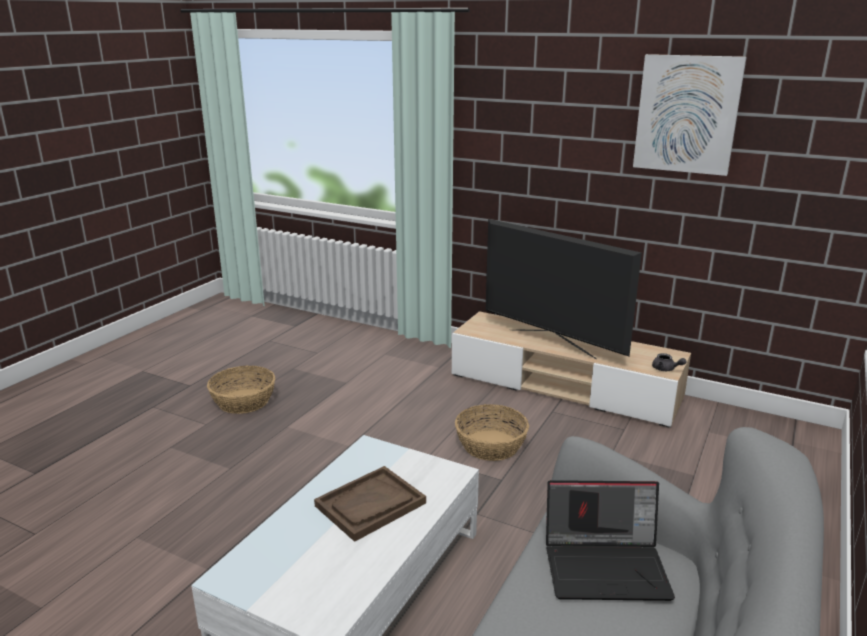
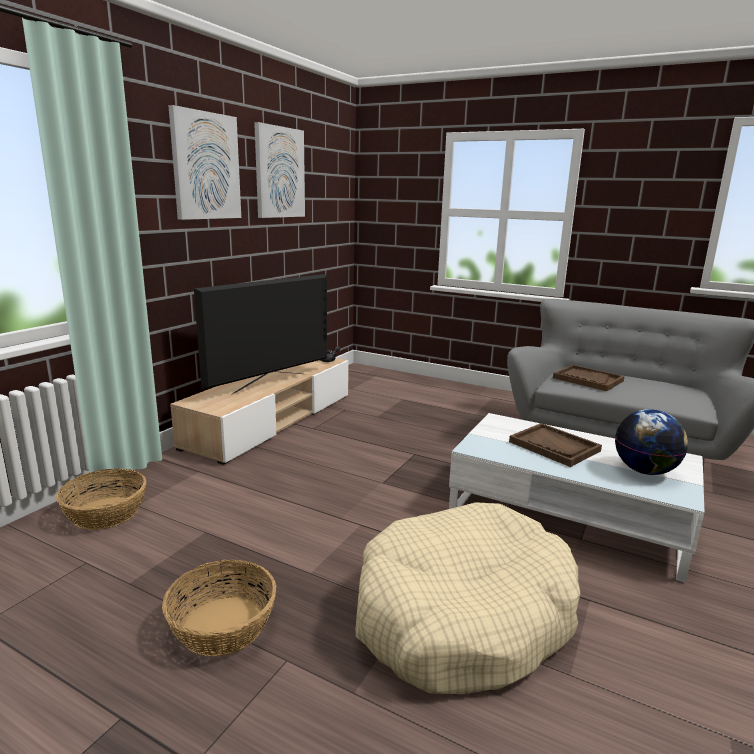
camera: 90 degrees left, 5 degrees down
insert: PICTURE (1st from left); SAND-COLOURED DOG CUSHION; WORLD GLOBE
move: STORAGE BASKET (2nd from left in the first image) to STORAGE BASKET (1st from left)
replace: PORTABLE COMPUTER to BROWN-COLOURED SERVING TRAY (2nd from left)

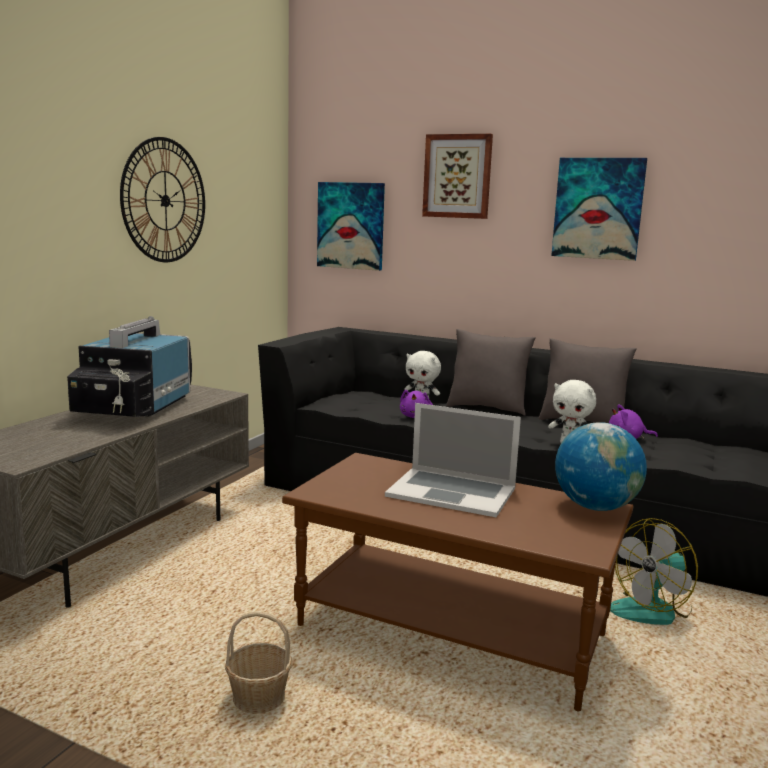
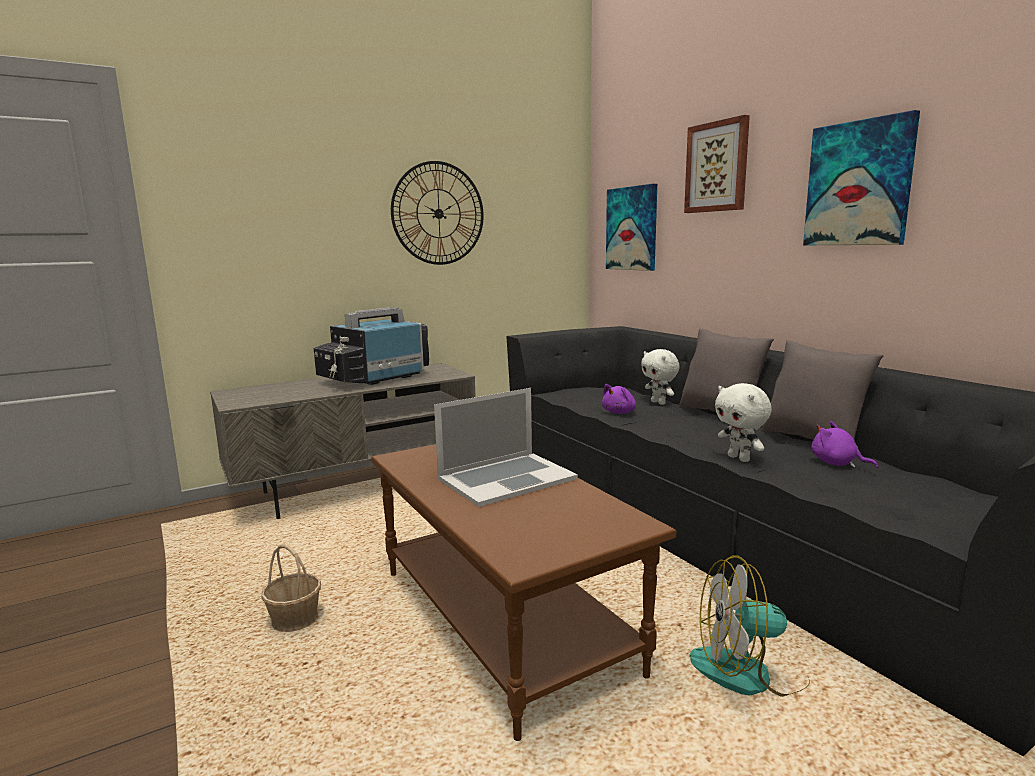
camera: 35 degrees right, 0 degrees up
delete: WORLD GLOBE
rotate: PORTABLE COMPUTER 90 degrees counterclockwise

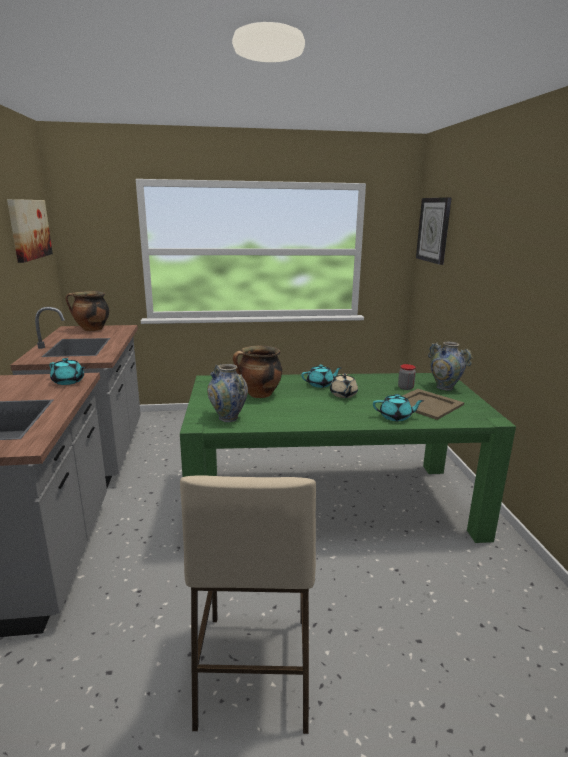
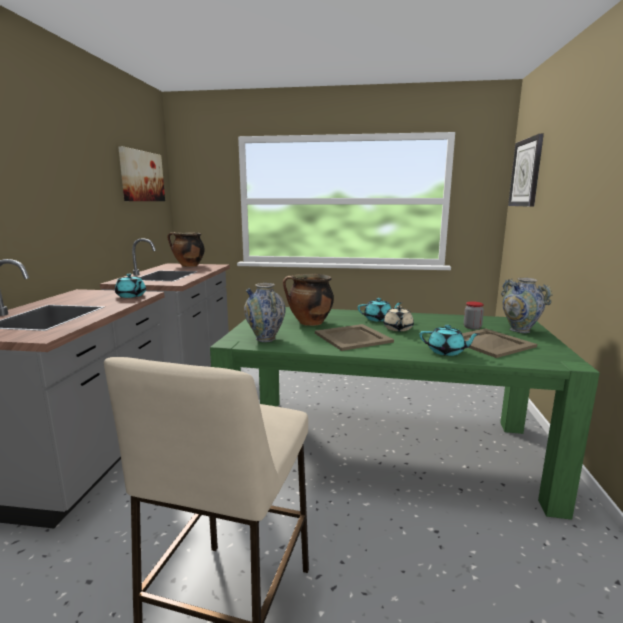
camera: 15 degrees right, 5 degrees down
insert: SAND-COLOURED SERVING TRAY (1st from left)

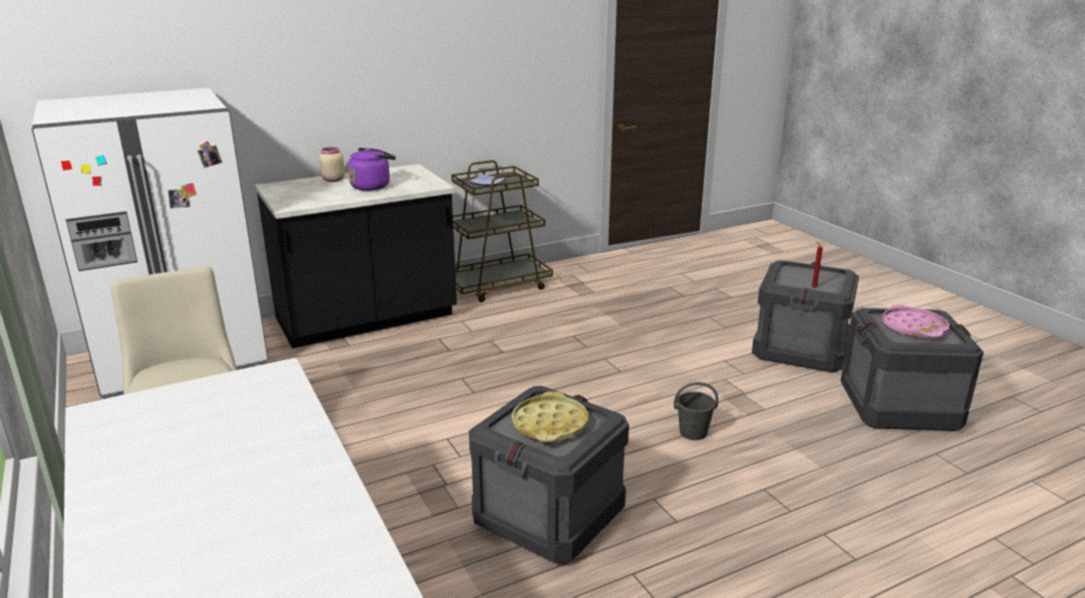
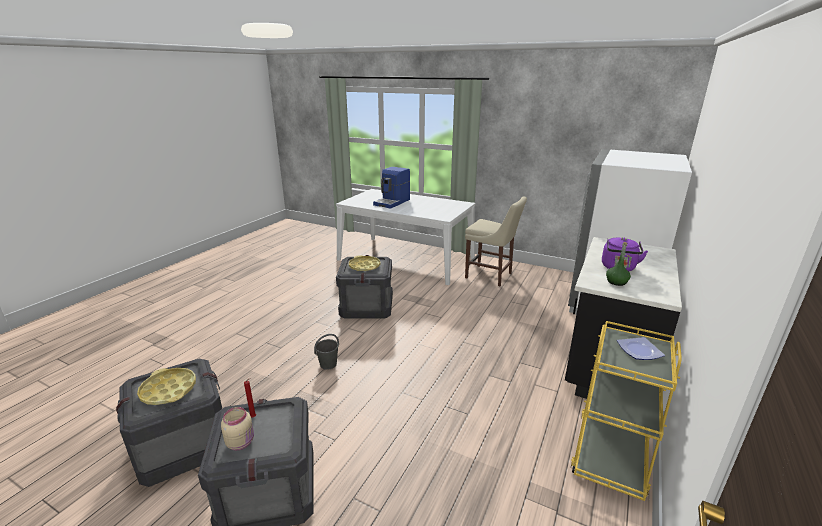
camera: 145 degrees right, 0 degrees up
insert: COFFEE MAKER; GREENISH BOTTLE
move: SAND-COLOURED STORAGE JAR
recolor: BROWN-COLOURED CART to YELLOWISH CART; PINK SERVING TRAY to YELLOWISH SERVING TRAY (1st from left)

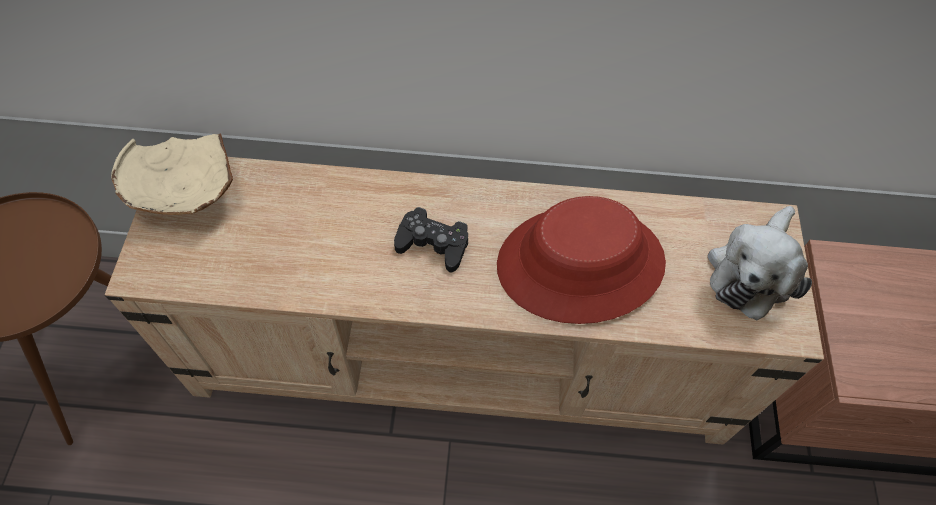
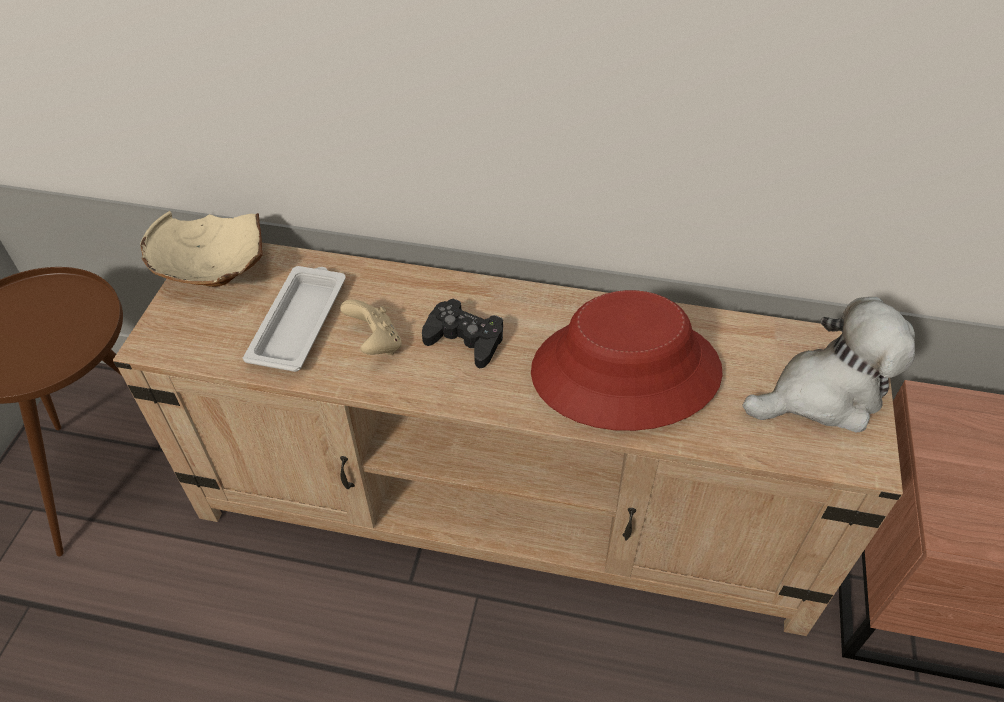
camera: 10 degrees right, 10 degrees down
insert: WHITISH SERVING TRAY; SAND-COLOURED GAMEPAD
rotate: CUDDLY TOY 150 degrees counterclockwise

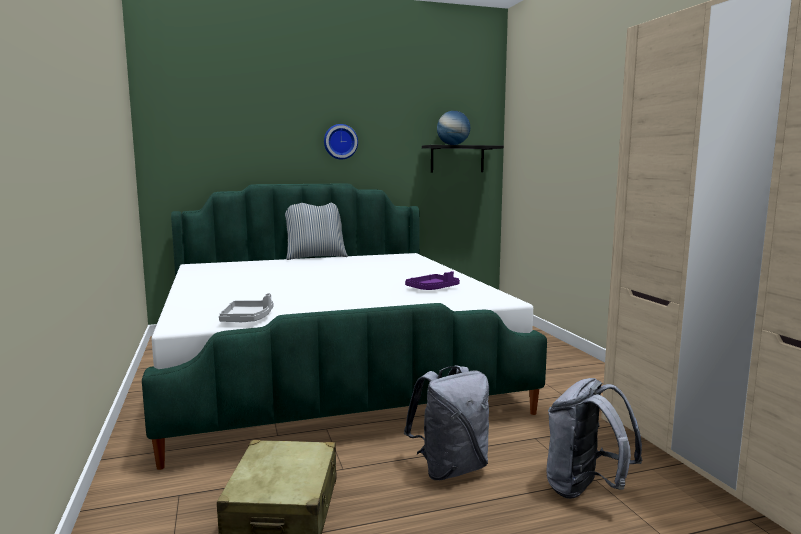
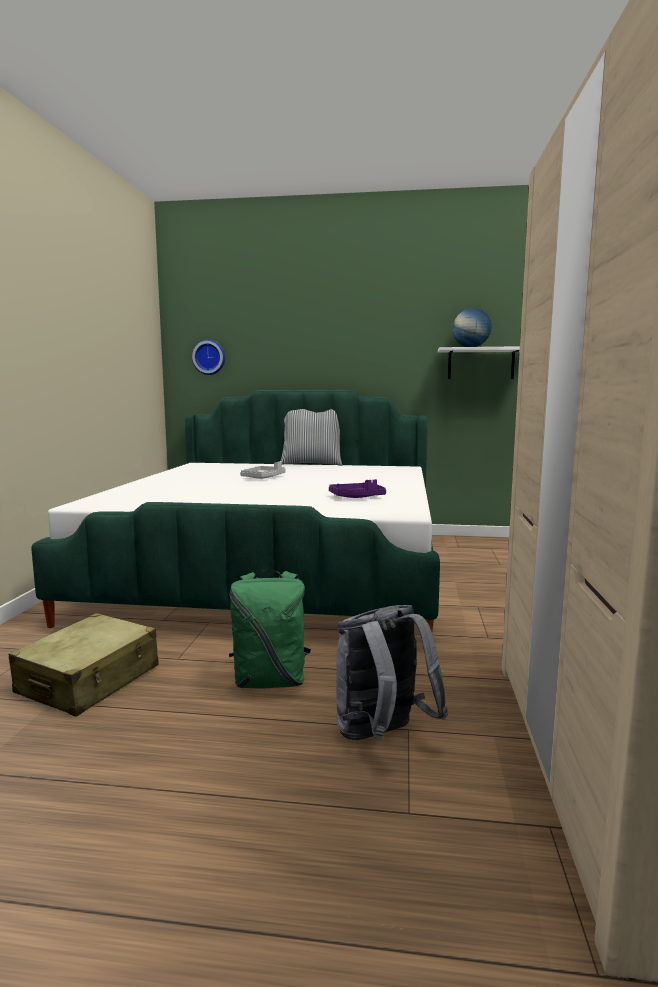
camera: 25 degrees right, 0 degrees up
move: GREY SERVING TRAY; HANGING CLOCK
recolor: GREY KNAPSACK (1st from left) to GREENISH KNAPSACK; BLACKISH WALL SHELF to WHITISH WALL SHELF

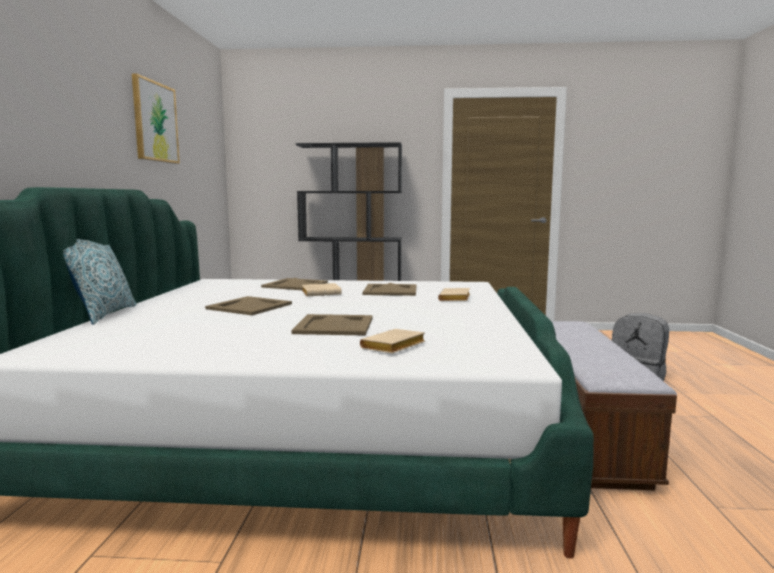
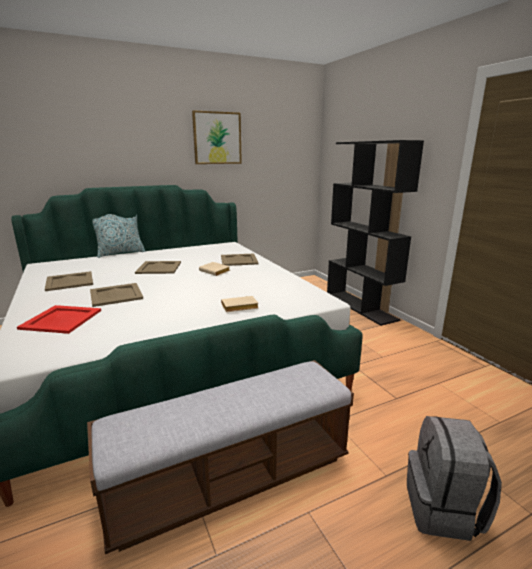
camera: 60 degrees right, 10 degrees up
move: SAND-COLOURED SERVING TRAY (4th from left in the first image) to SAND-COLOURED SERVING TRAY (1st from left)
replace: SAND-COLOURED BOUND BOOK (2nd from left) to RED-COLOURED SERVING TRAY

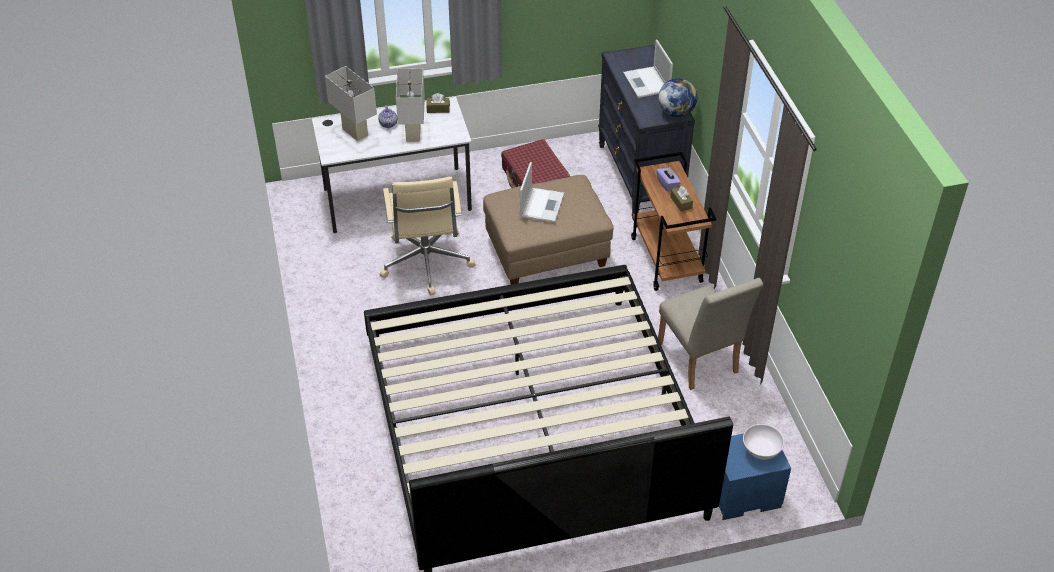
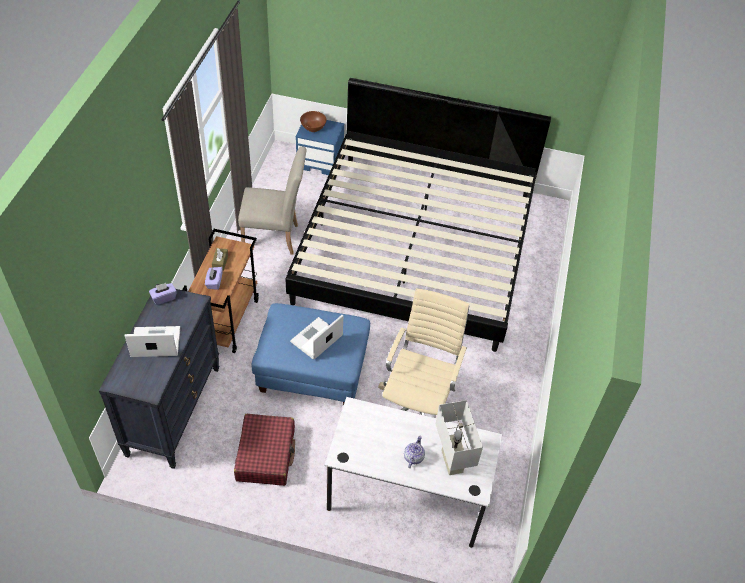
camera: 155 degrees left, 5 degrees up
delete: WHITISH TABLETOP LAMP (2nd from left); BROWN-COLOURED BOX OF TISSUES (1st from left)
replace: WORLD GLOBE to PURPLE BOX OF TISSUES (1st from left)
recolor: SAND-COLOURED FOOTREST to BLUISH FOOTREST; WHITISH BOWL to BROWN-COLOURED BOWL
rotate: PORTABLE COMPUTER (2nd from left in the first image) 105 degrees counterclockwise; SAND-COLOURED UPRIGHT CHAIR 90 degrees clockwise

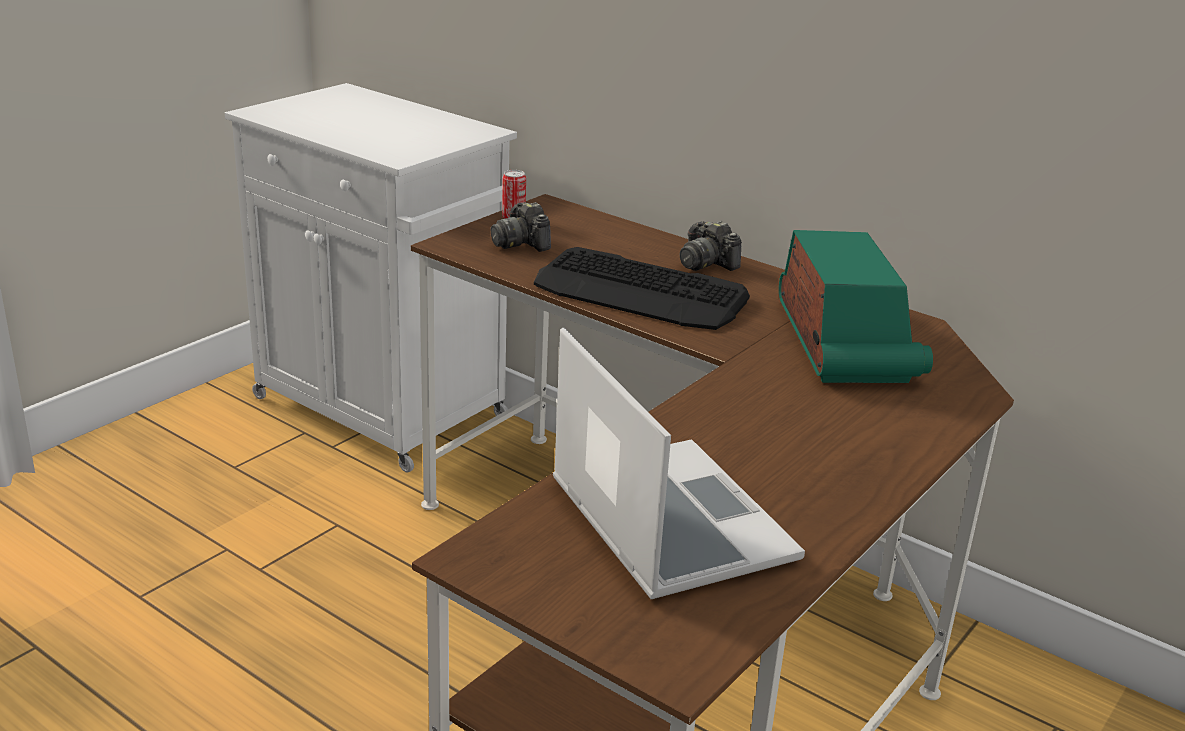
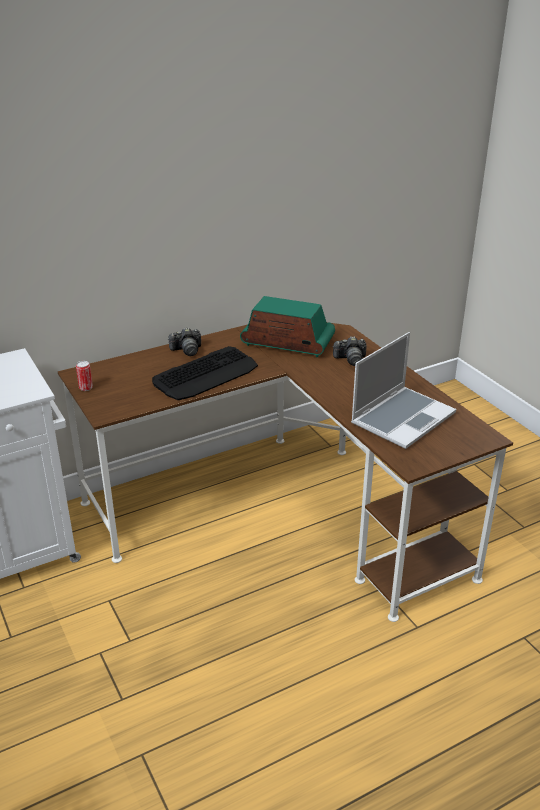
camera: 65 degrees left, 5 degrees up
move: STILL CAMERA (1st from left in the first image) to STILL CAMERA (2nd from left)
rotate: PORTABLE COMPUTER 135 degrees clockwise

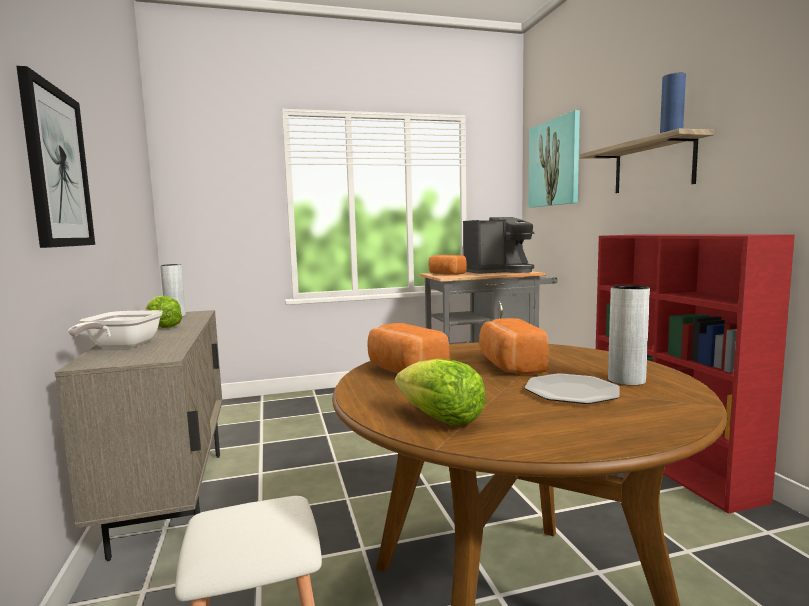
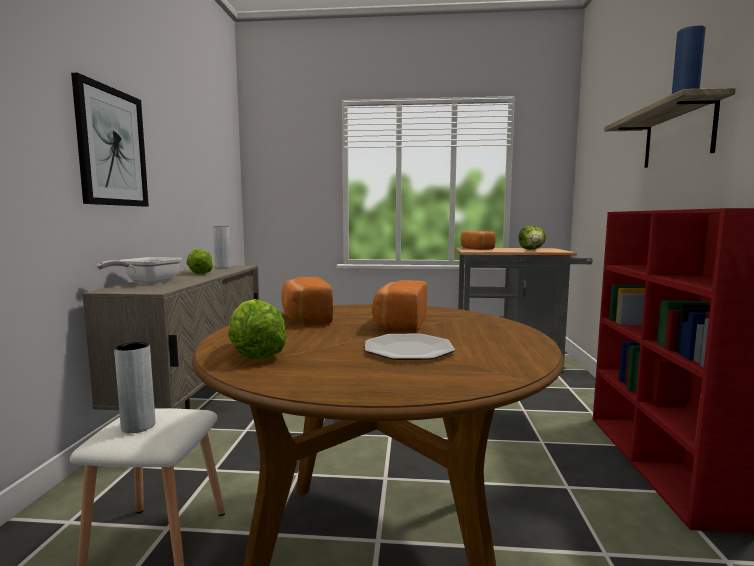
camera: 20 degrees right, 0 degrees up
delete: PICTURE (2nd from left)
move: GREY DECORATIVE VASE (2nd from left in the first image) to GREY DECORATIVE VASE (1st from left)
replace: COFFEE MAKER to HEAD OF LETTUCE (3rd from left)

